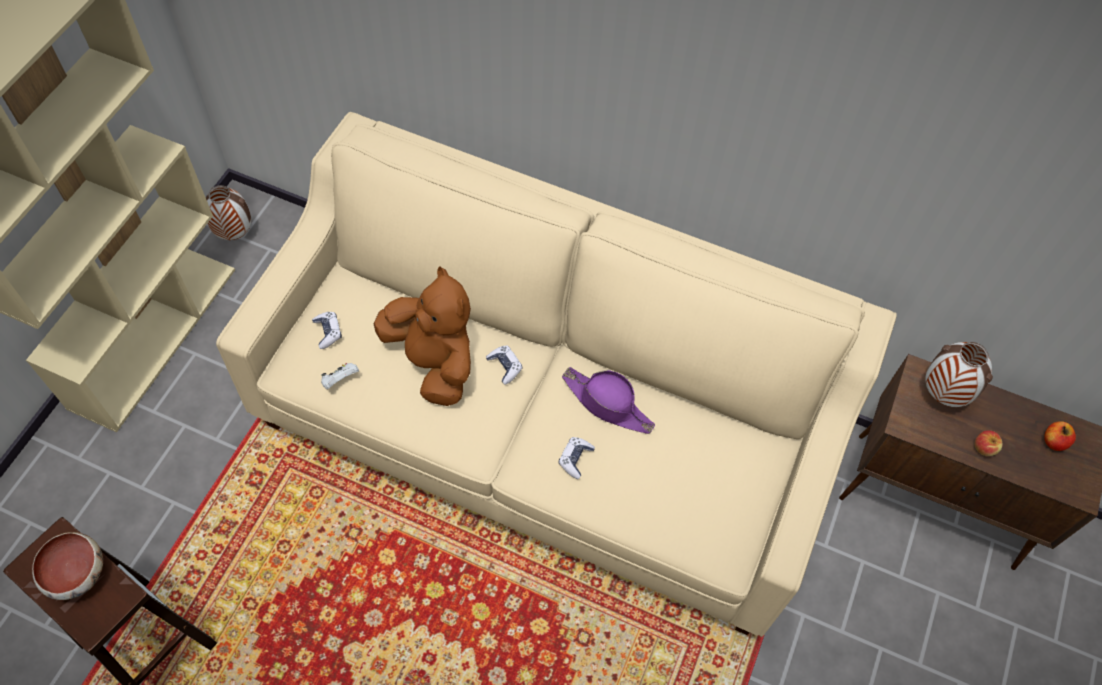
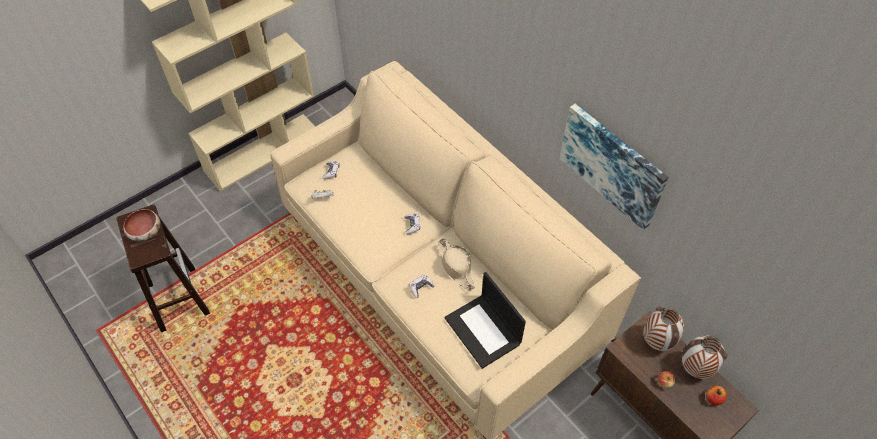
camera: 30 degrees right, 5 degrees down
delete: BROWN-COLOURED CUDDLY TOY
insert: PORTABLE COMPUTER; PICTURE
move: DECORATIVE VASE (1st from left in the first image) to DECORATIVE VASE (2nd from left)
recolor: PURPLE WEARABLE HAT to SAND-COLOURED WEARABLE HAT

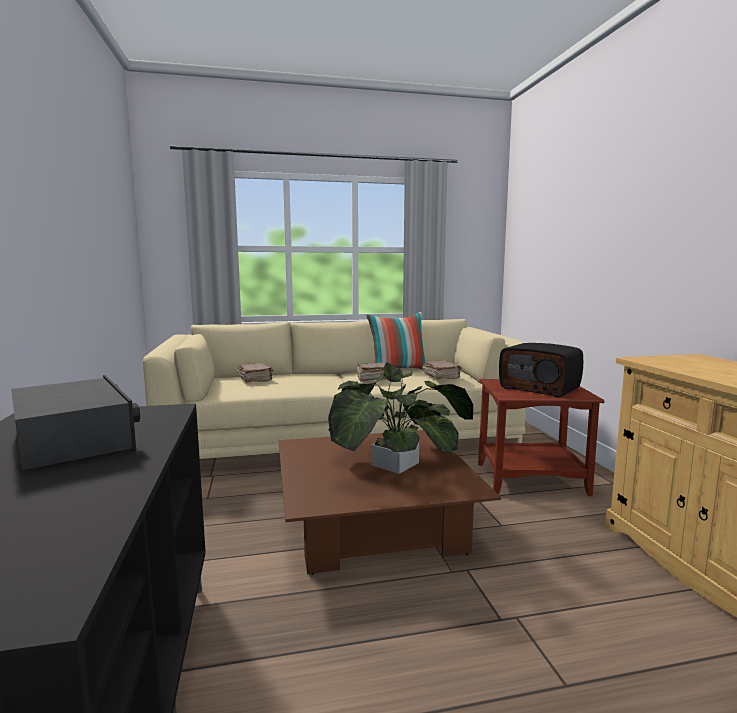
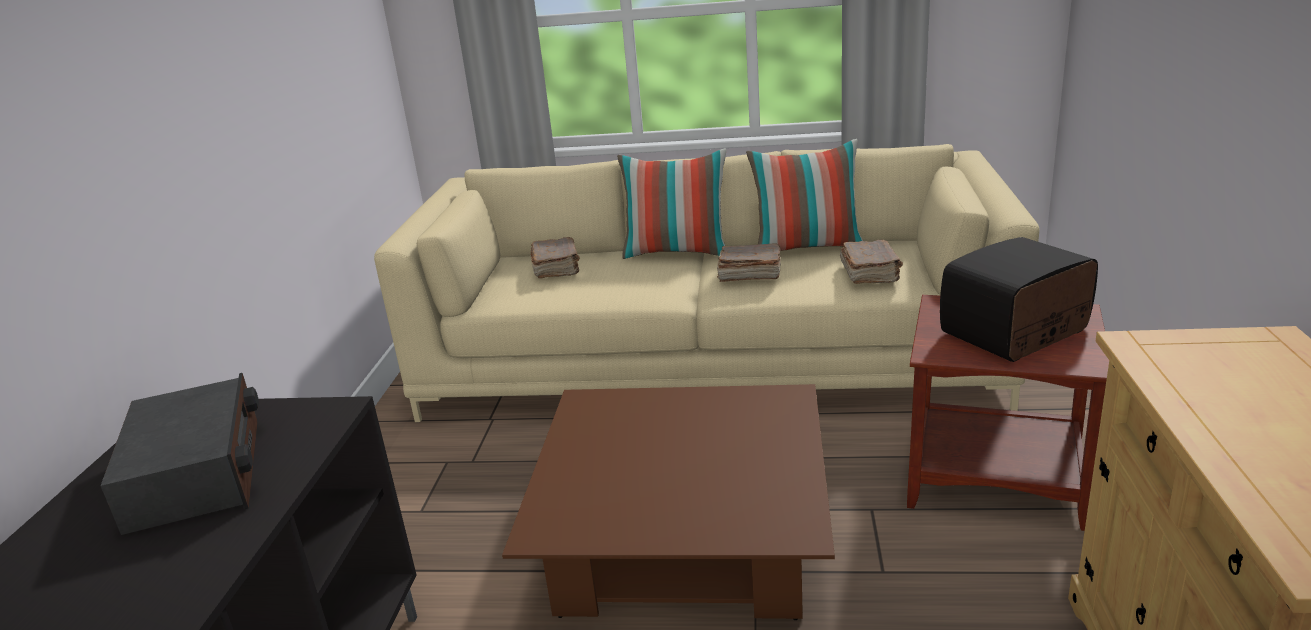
camera: 20 degrees right, 15 degrees up
delete: POTTED PLANT
insert: PILLOW (1st from left)
rotate: RADIO RECEIVER (2nd from left) 90 degrees clockwise

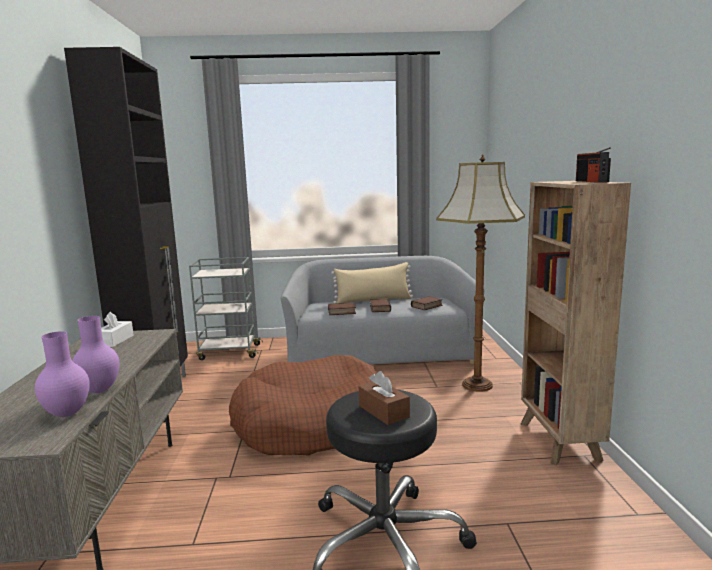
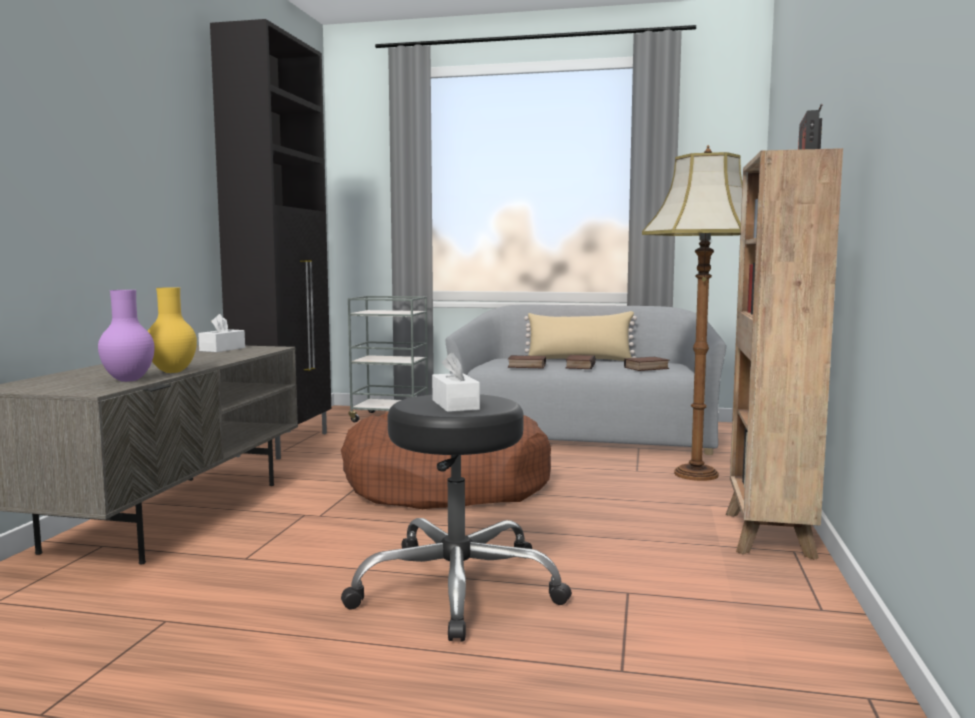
camera: 15 degrees right, 5 degrees down
recolor: PURPLE DECORATIVE VASE (2nd from left) to YELLOWISH DECORATIVE VASE; BROWN-COLOURED BOX OF TISSUES to WHITISH BOX OF TISSUES (2nd from left)

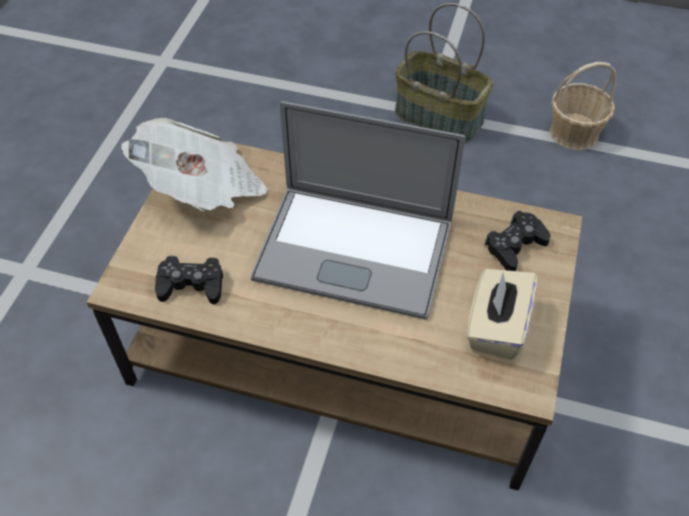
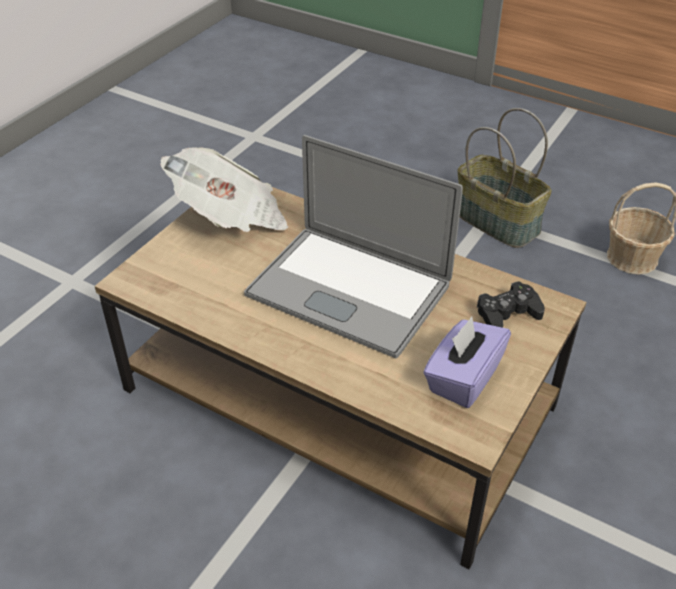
camera: 15 degrees right, 10 degrees down
delete: BLACKISH GAMEPAD (1st from left)
recolor: SAND-COLOURED BOX OF TISSUES to PURPLE BOX OF TISSUES

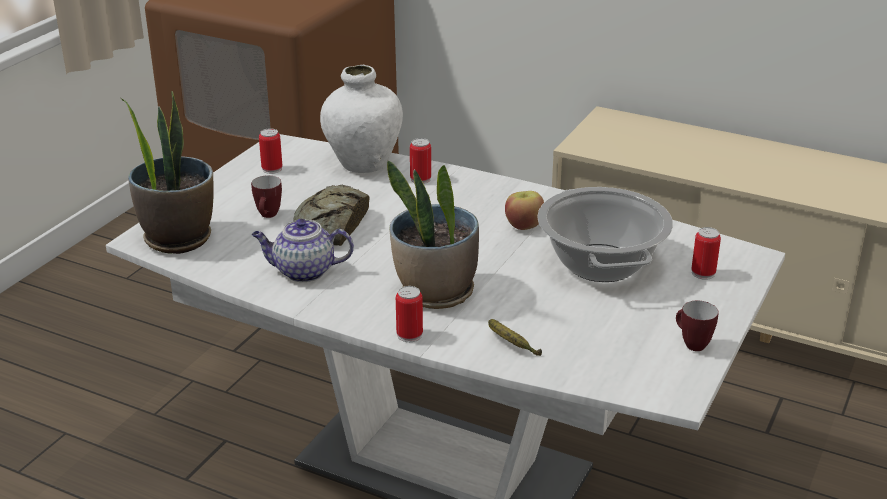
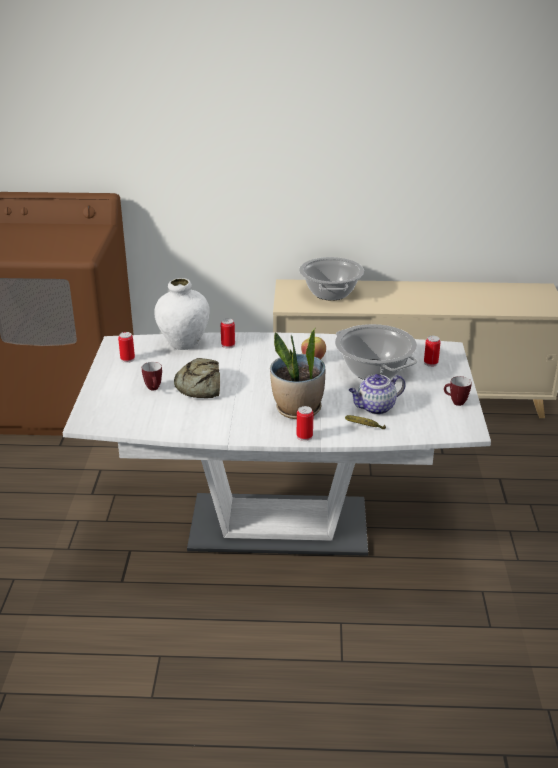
camera: 25 degrees left, 0 degrees up
delete: POTTED PLANT (1st from left)
insert: SAUCEPOT (1st from left)
move: TEAPOT

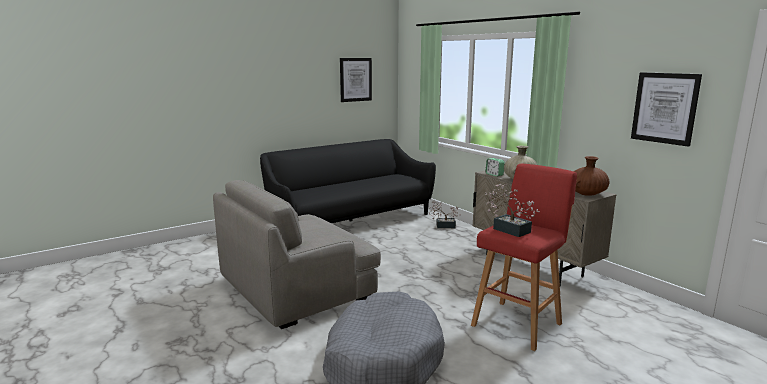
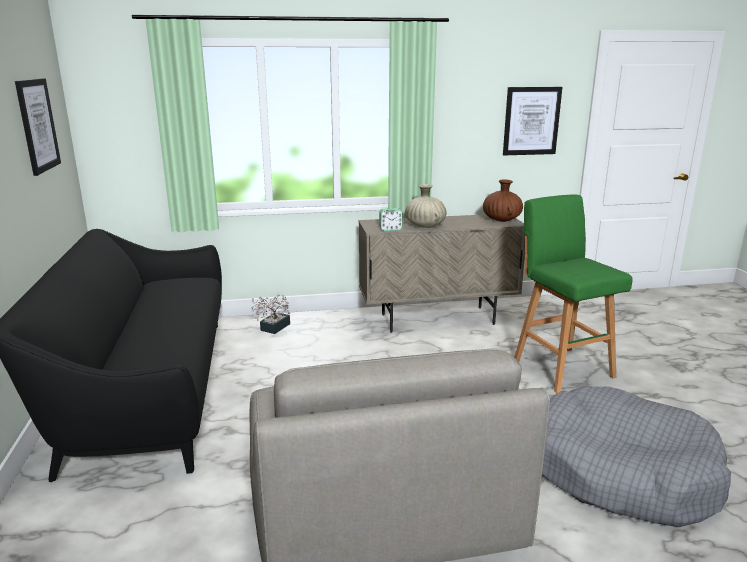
camera: 65 degrees left, 5 degrees up
delete: POTTED PLANT (2nd from left)
recolor: RED-COLOURED STOOL SEAT to GREENISH STOOL SEAT

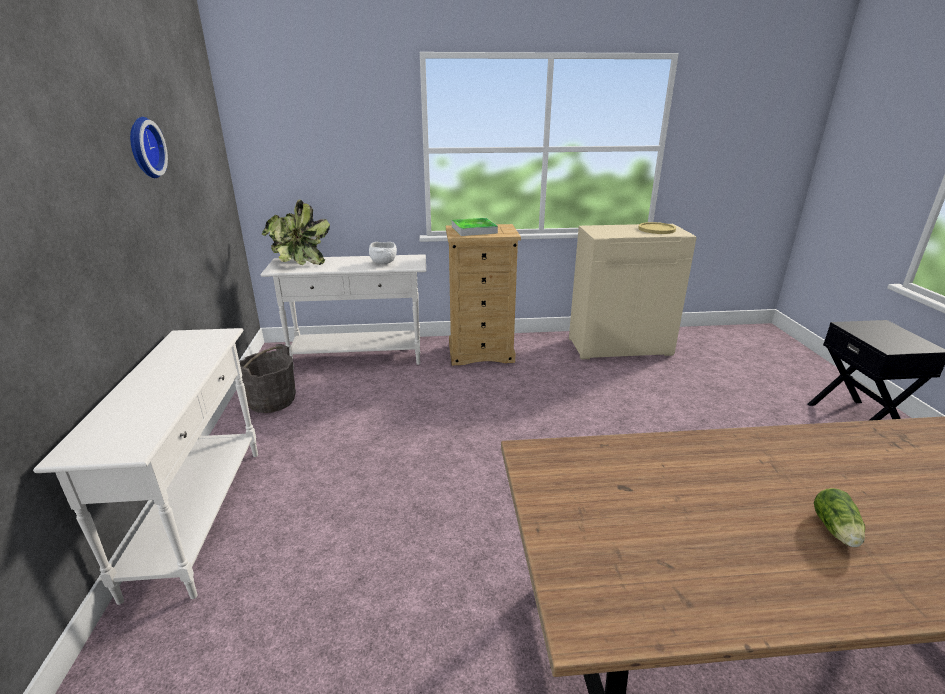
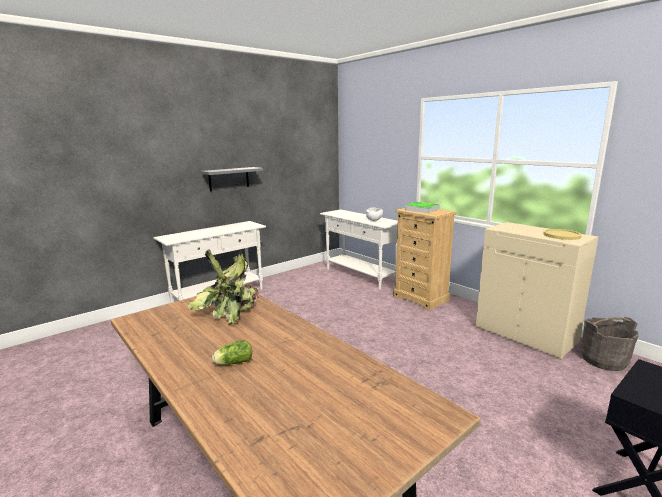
camera: 55 degrees right, 10 degrees down
delete: HANGING CLOCK
insert: GREY WALL SHELF
move: GREY BUCKET; POTTED PLANT

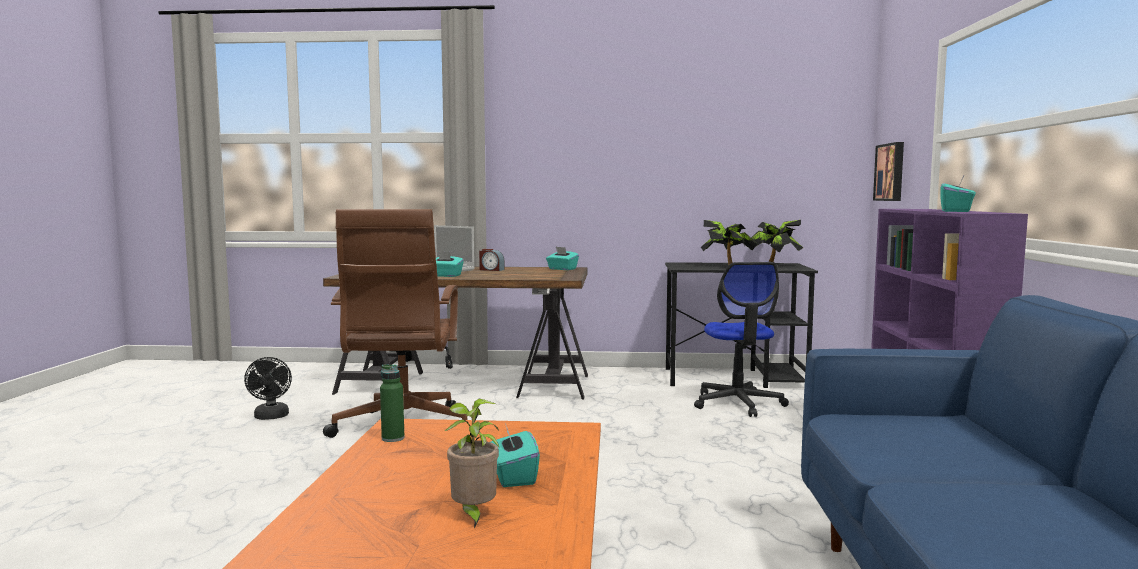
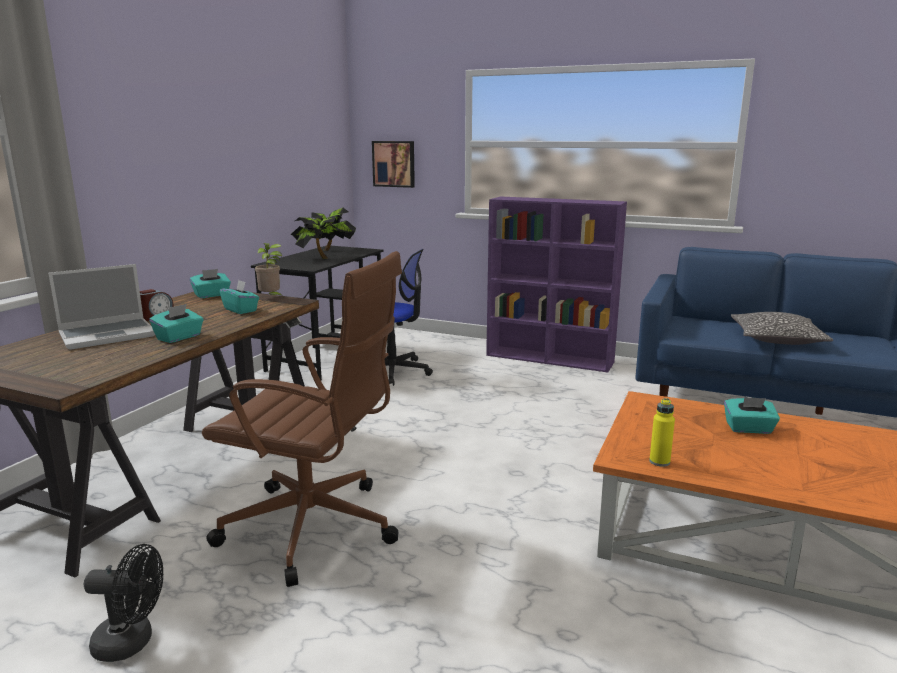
camera: 70 degrees left, 10 degrees up
insert: PILLOW
move: POTTED PLANT (1st from left); TURQUOISE BOX OF TISSUES (4th from left in the first image) to TURQUOISE BOX OF TISSUES (3rd from left)
recolor: GREENISH BOTTLE to YELLOWISH BOTTLE

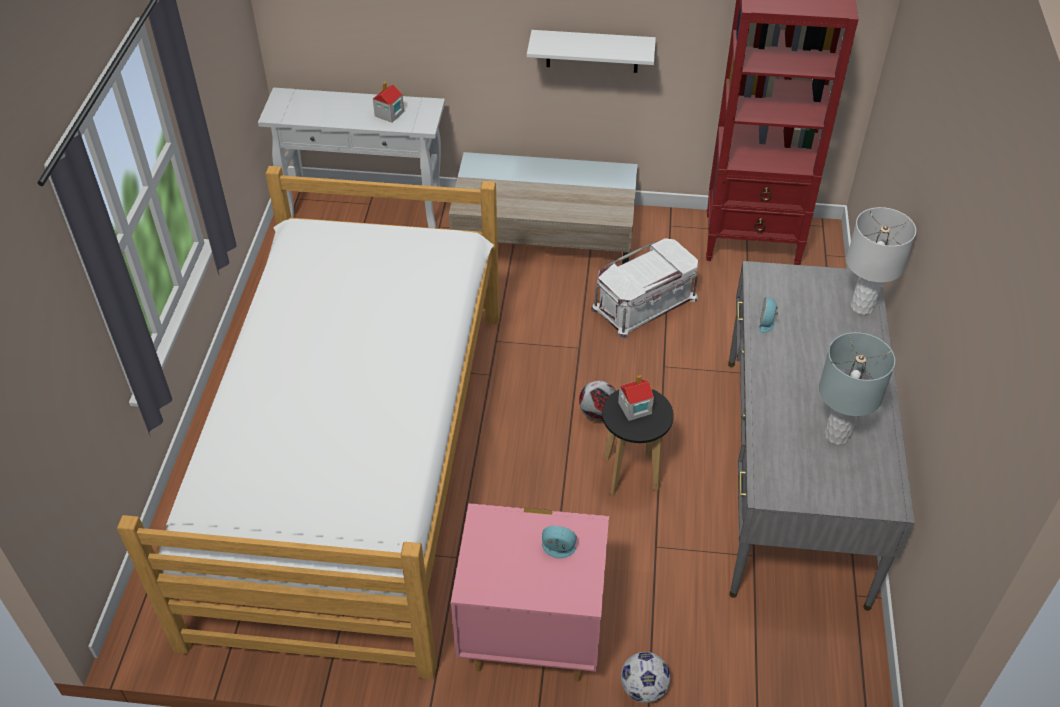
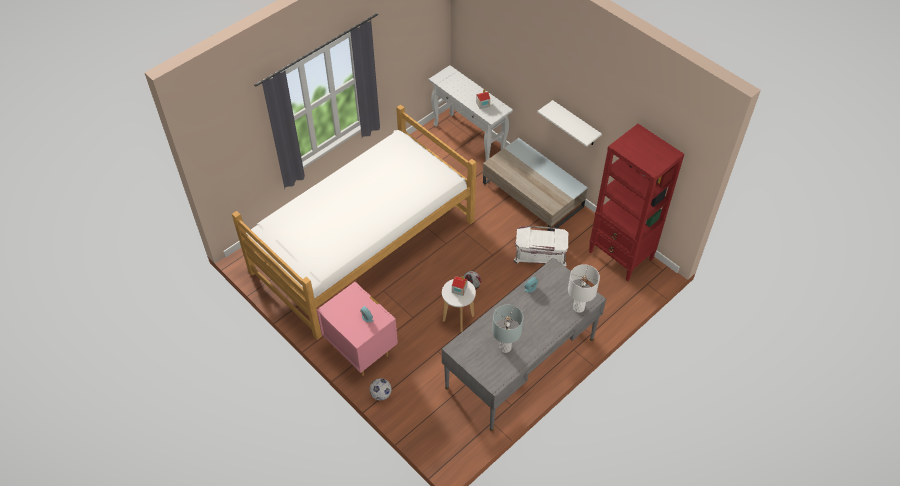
camera: 40 degrees right, 5 degrees up
recolor: BLACKISH STOOL SEAT to WHITISH STOOL SEAT

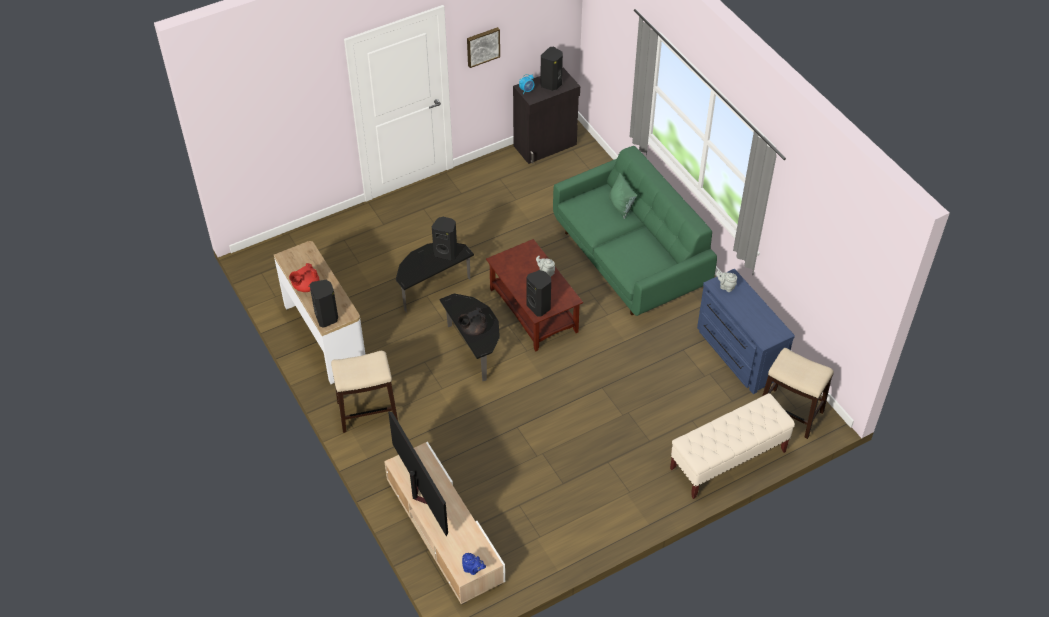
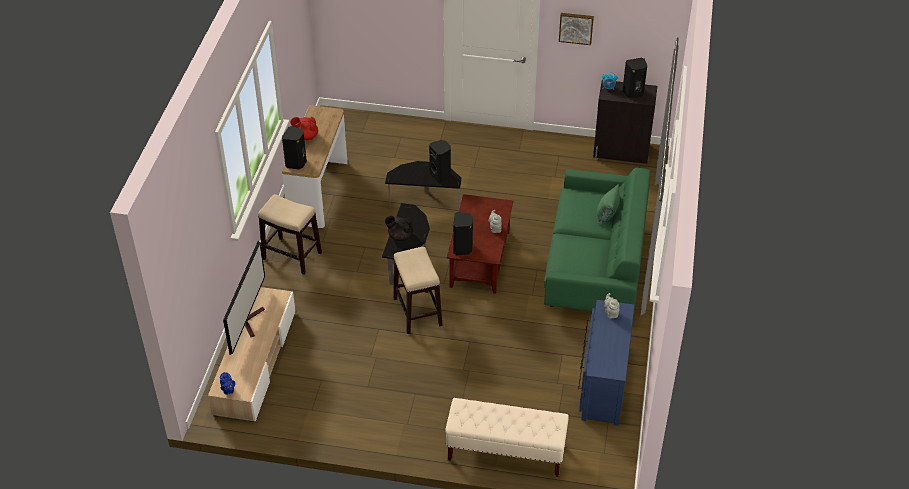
camera: 40 degrees right, 5 degrees down
move: STOOL SEAT (2nd from left)

